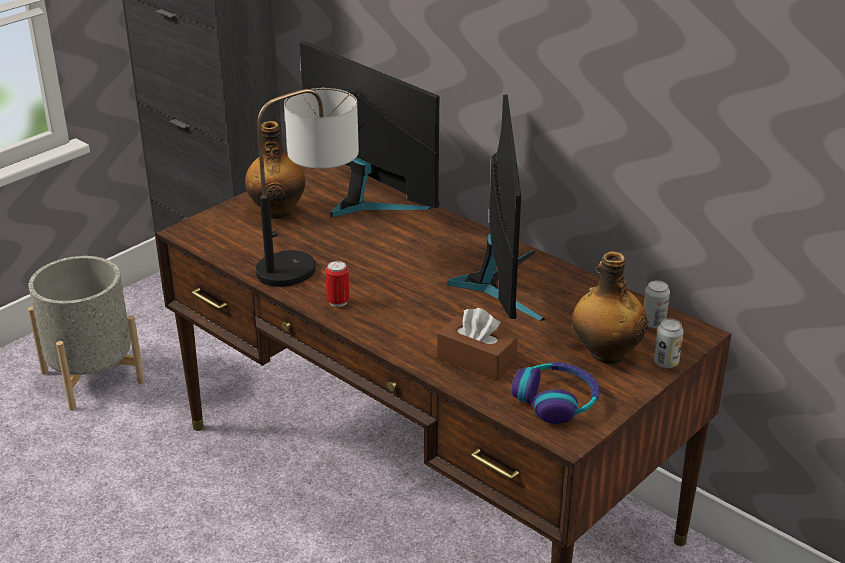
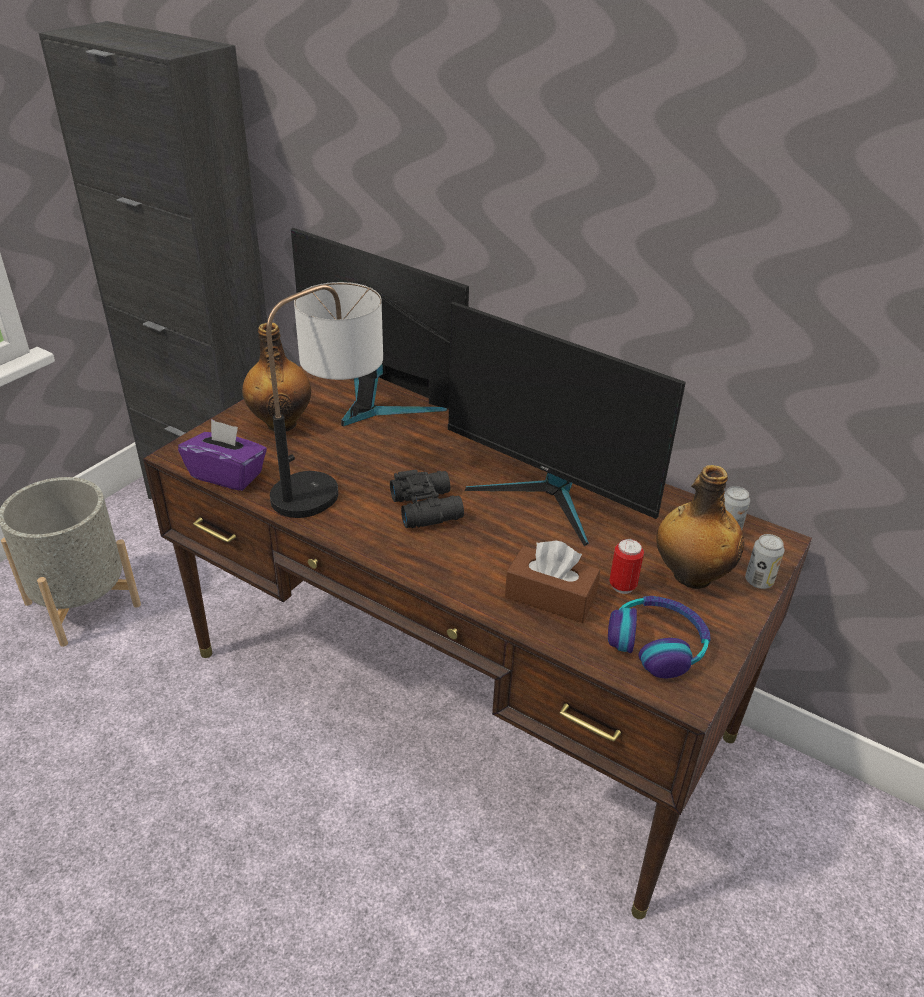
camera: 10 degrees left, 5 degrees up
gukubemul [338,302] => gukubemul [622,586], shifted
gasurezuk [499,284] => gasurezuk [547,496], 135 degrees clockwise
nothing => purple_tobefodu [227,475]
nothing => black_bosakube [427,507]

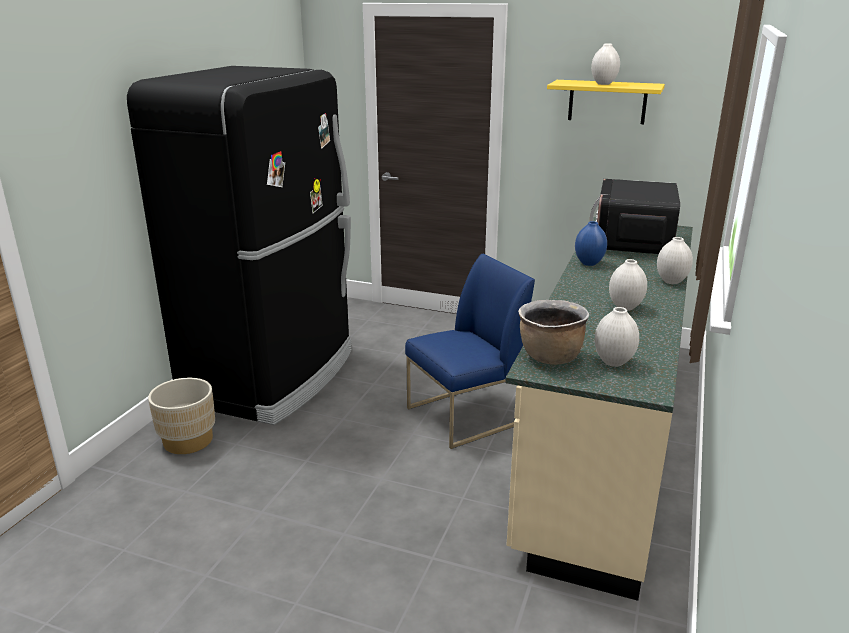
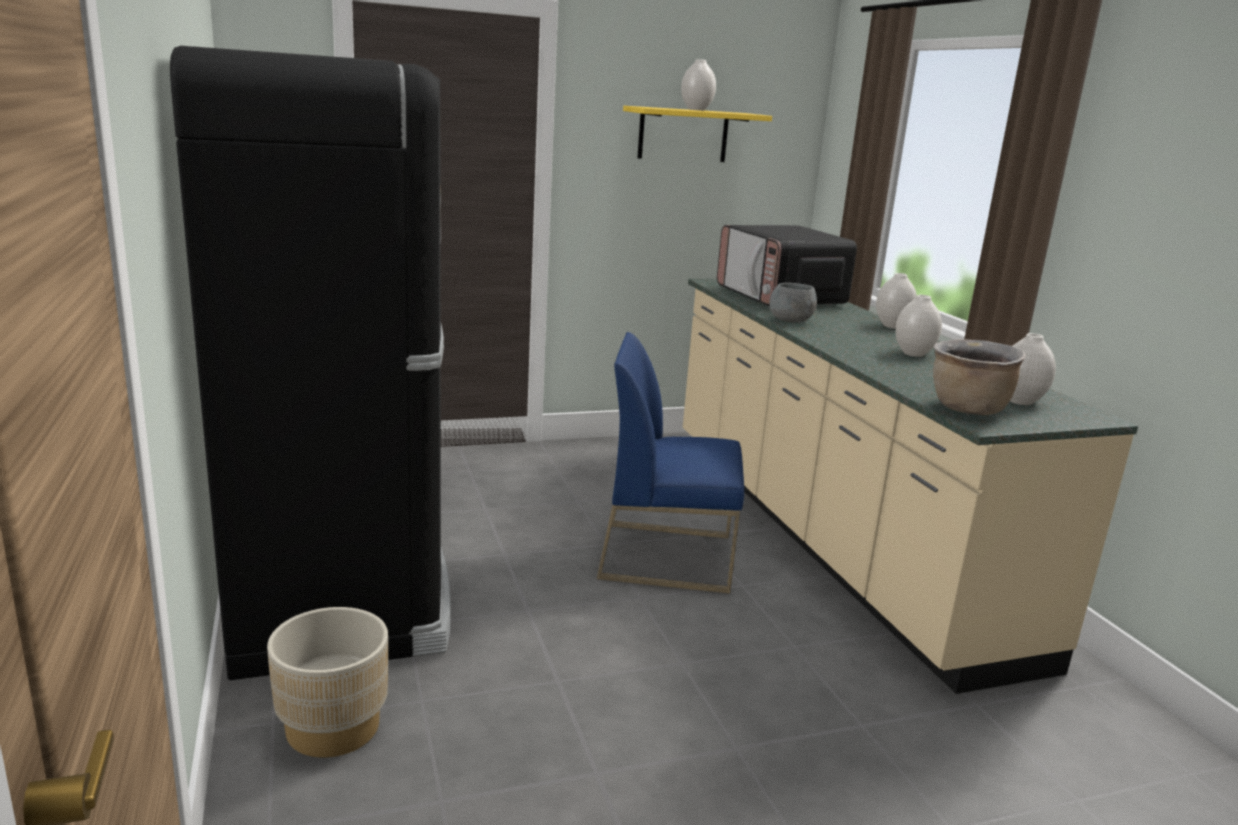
camera: 40 degrees left, 5 degrees down
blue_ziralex [466,415] => blue_ziralex [667,556], 105 degrees counterclockwise
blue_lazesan [589,263] => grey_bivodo [790,321]

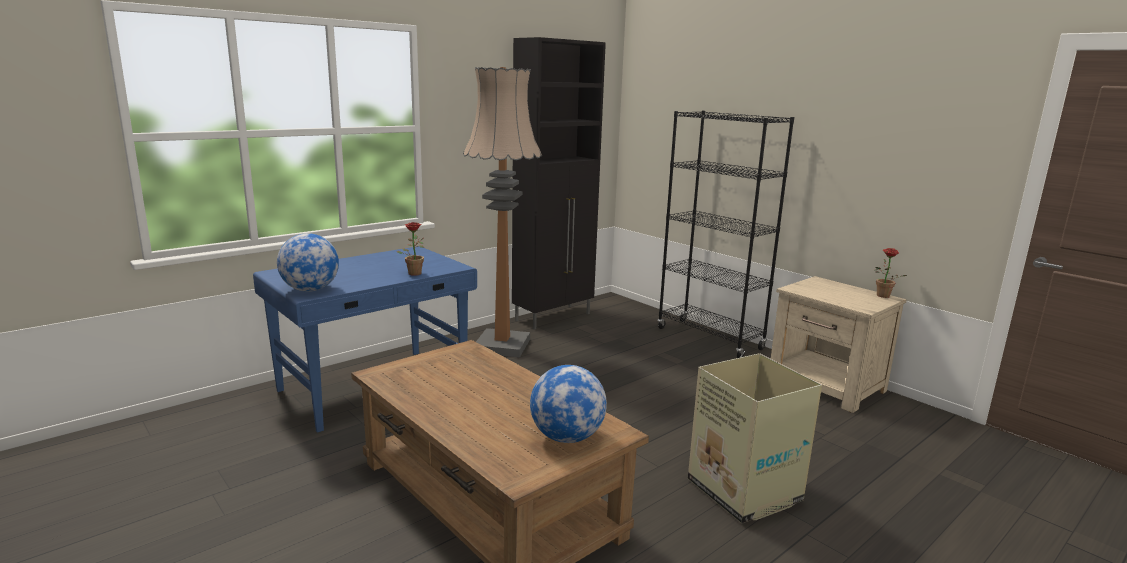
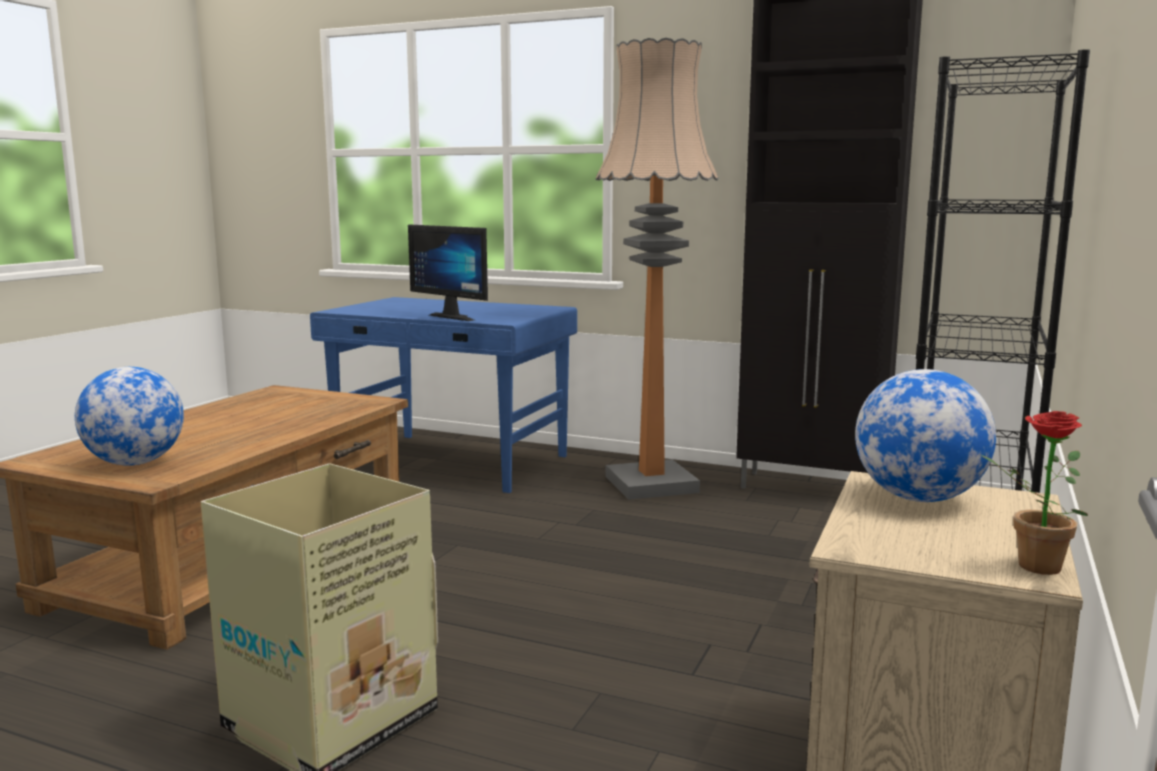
camera: 65 degrees right, 5 degrees down
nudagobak [310,290] => nudagobak [918,498], shifted
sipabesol [414,272] => gasurezuk [457,317]

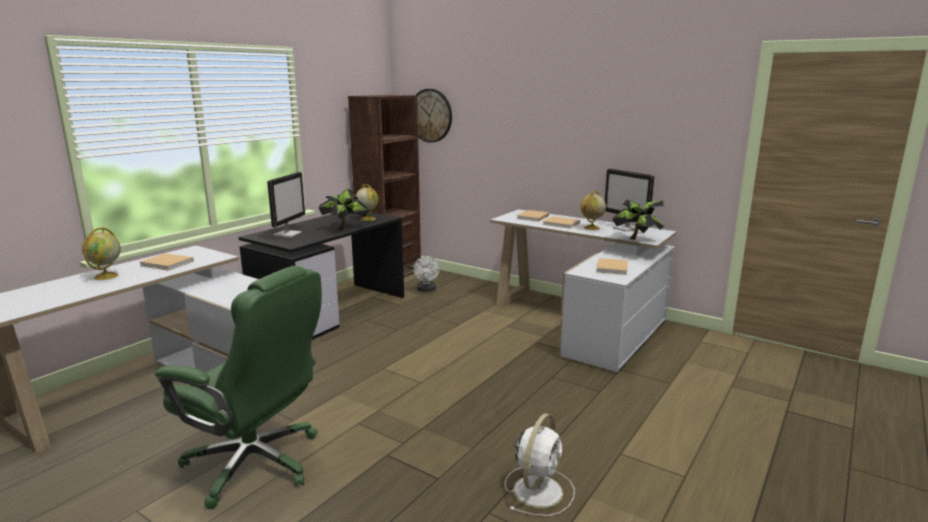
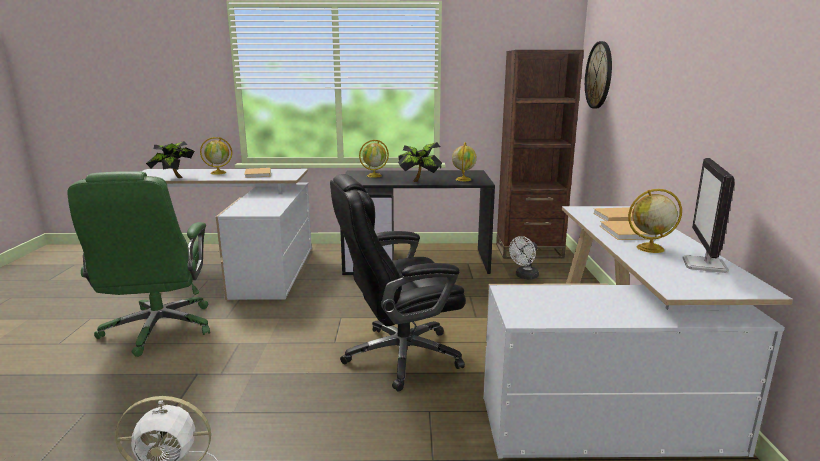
camera: 55 degrees right, 0 degrees up
gasurezuk [288,234] => nudagobak [374,176]
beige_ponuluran [612,267] => nothing
sipabesol [637,240] => sipabesol [175,178], shifted
nothing => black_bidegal [399,356]

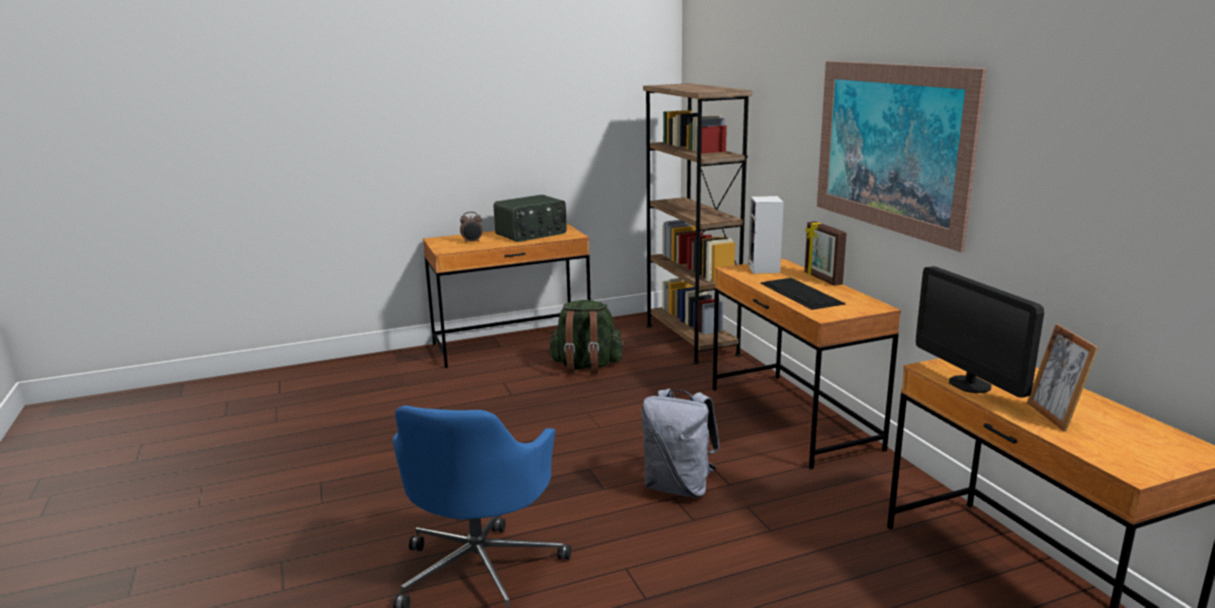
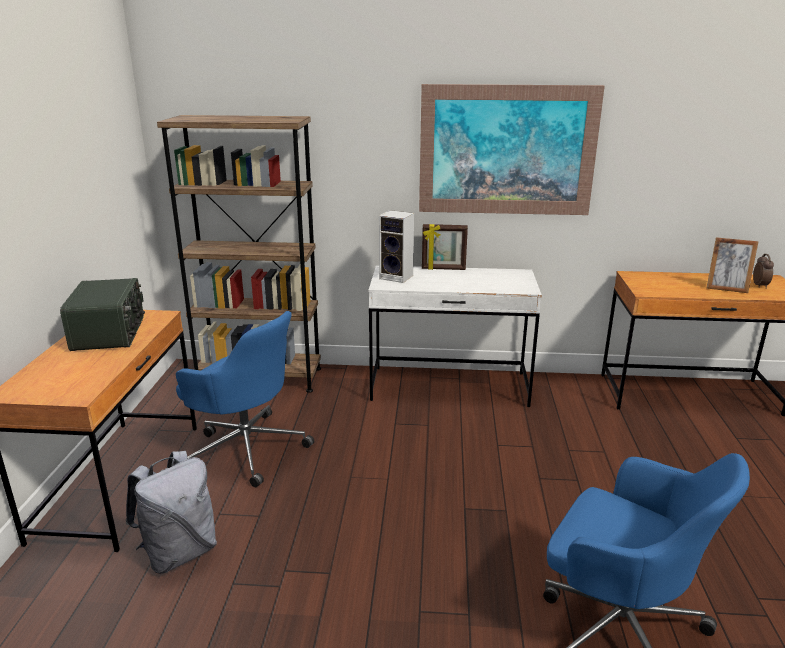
camera: 65 degrees left, 5 degrees up
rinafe [472,242] => rinafe [760,286], shifted
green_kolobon [586,366] => blue_bidegal [246,448]
grey_kolobon [679,487] => grey_kolobon [179,552], shifted
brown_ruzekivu [792,418] => white_ruzekivu [449,386]
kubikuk [802,293] => nothing
gasurezuk [969,384] => nothing

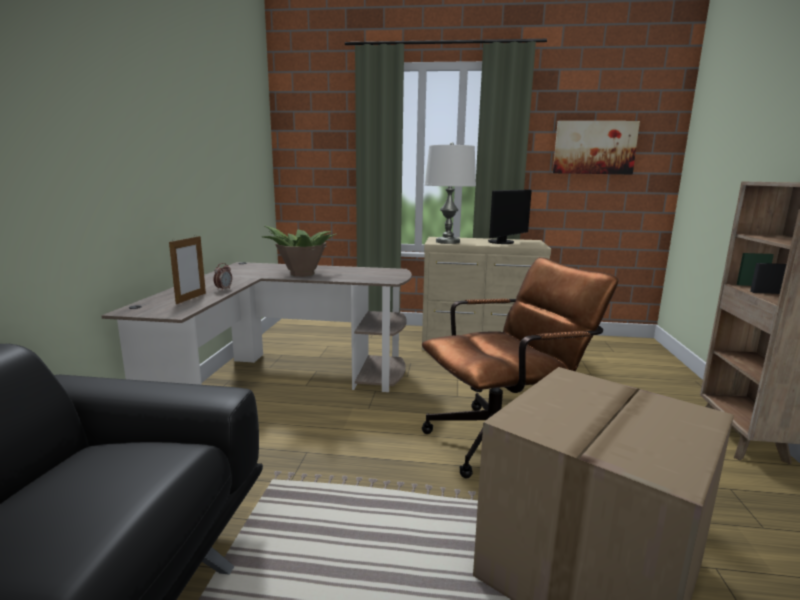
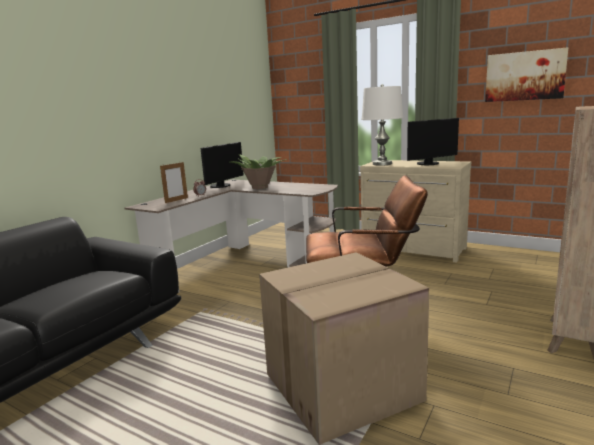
camera: 25 degrees right, 0 degrees up
nothing => gasurezuk [222,186]

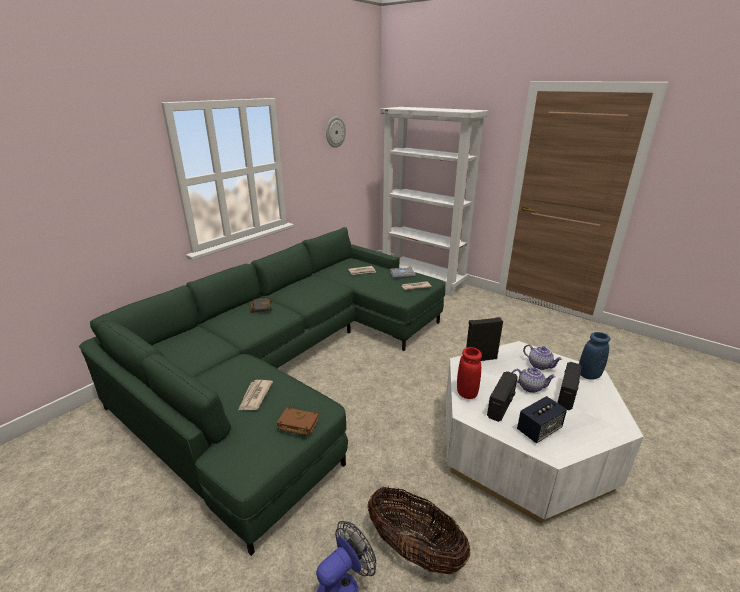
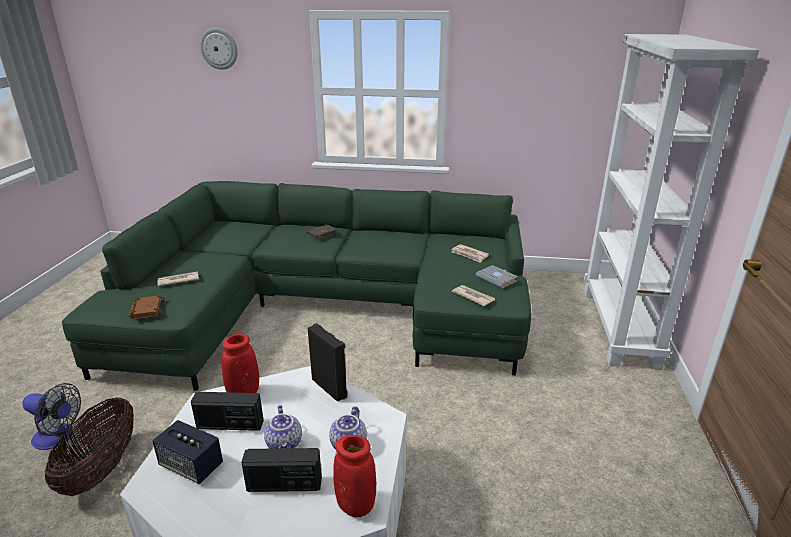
camera: 60 degrees right, 0 degrees up
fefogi [335,132] => fefogi [219,48], shifted
blue_lazesan [588,375] => red_lazesan [356,505]

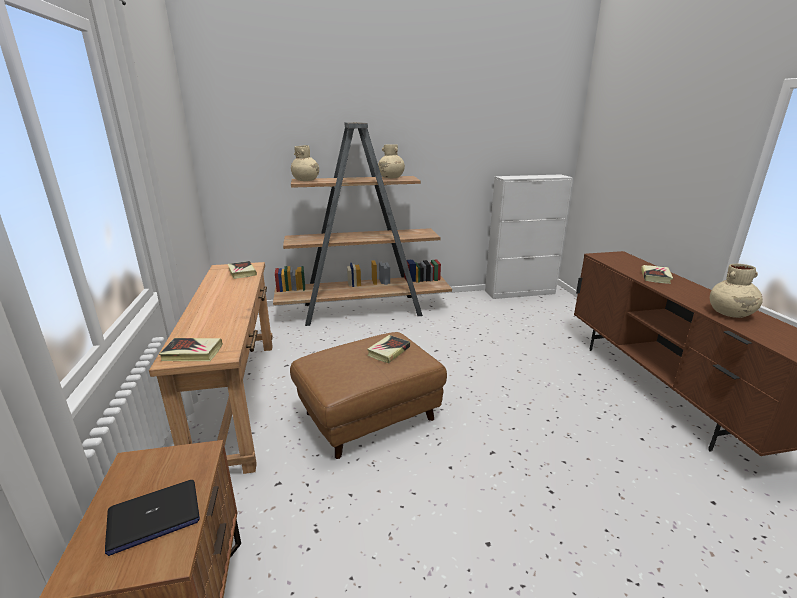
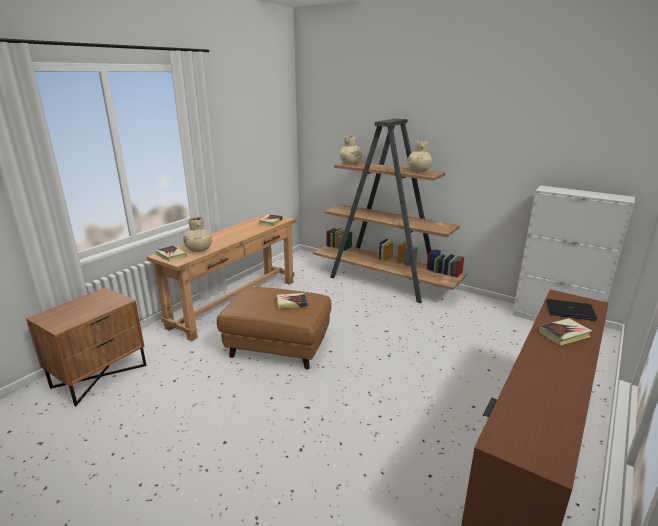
camera: 45 degrees right, 0 degrees up
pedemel [153,517] => pedemel [570,311], shifted
beige_lazesan [730,314] => beige_lazesan [199,250], shifted

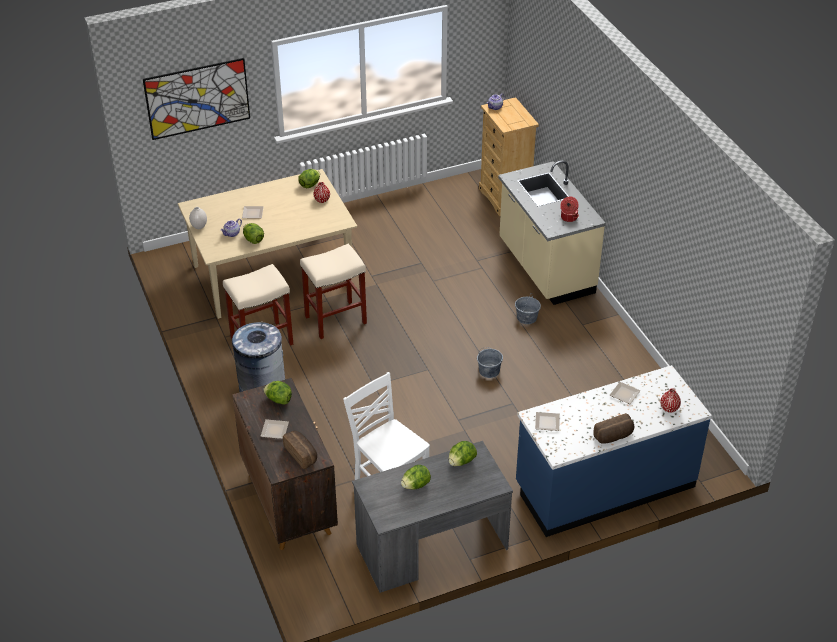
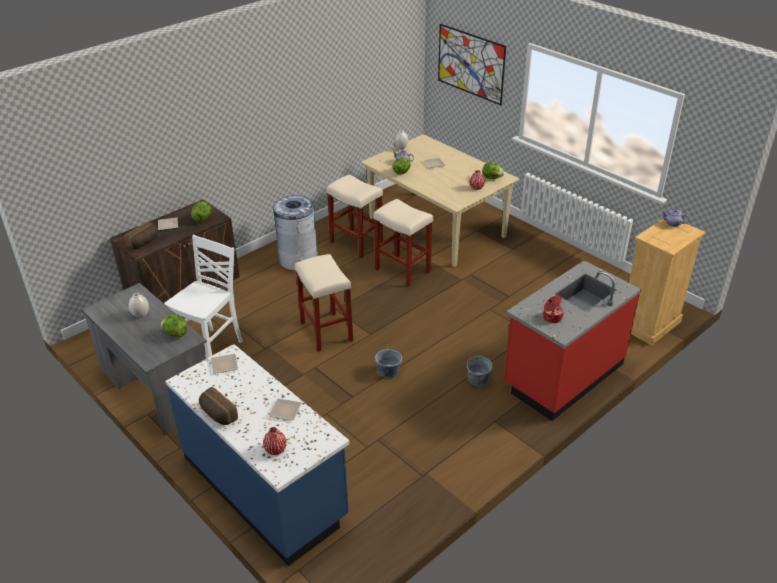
camera: 70 degrees right, 5 degrees down
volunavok [416,485] => white_lazesan [141,315]
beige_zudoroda [545,268] => red_zudoroda [562,375]
nothing => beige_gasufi [325,331]

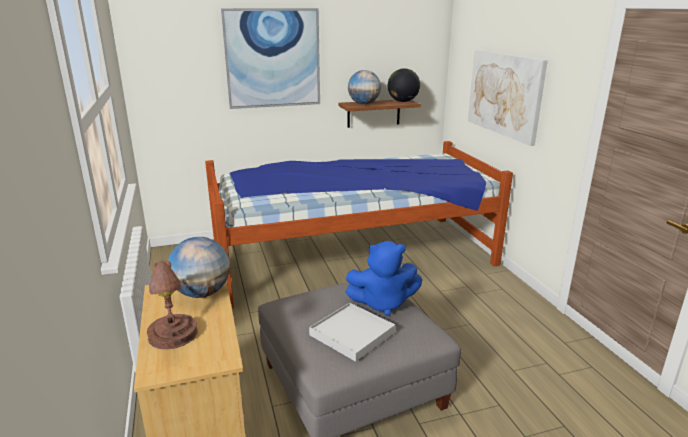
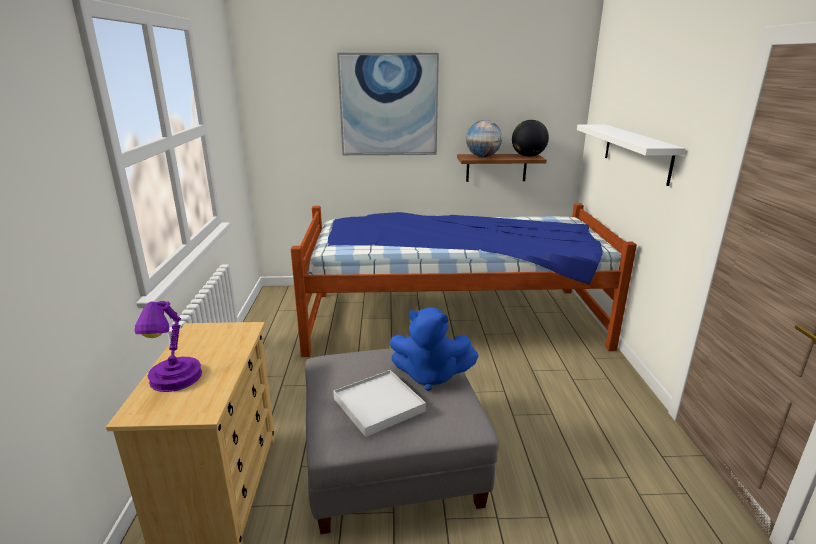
camera: 15 degrees right, 0 degrees up
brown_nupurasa [173,337] => purple_nupurasa [175,380]
nudagobak [202,293] => nothing
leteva [504,94] => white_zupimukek [636,152]

